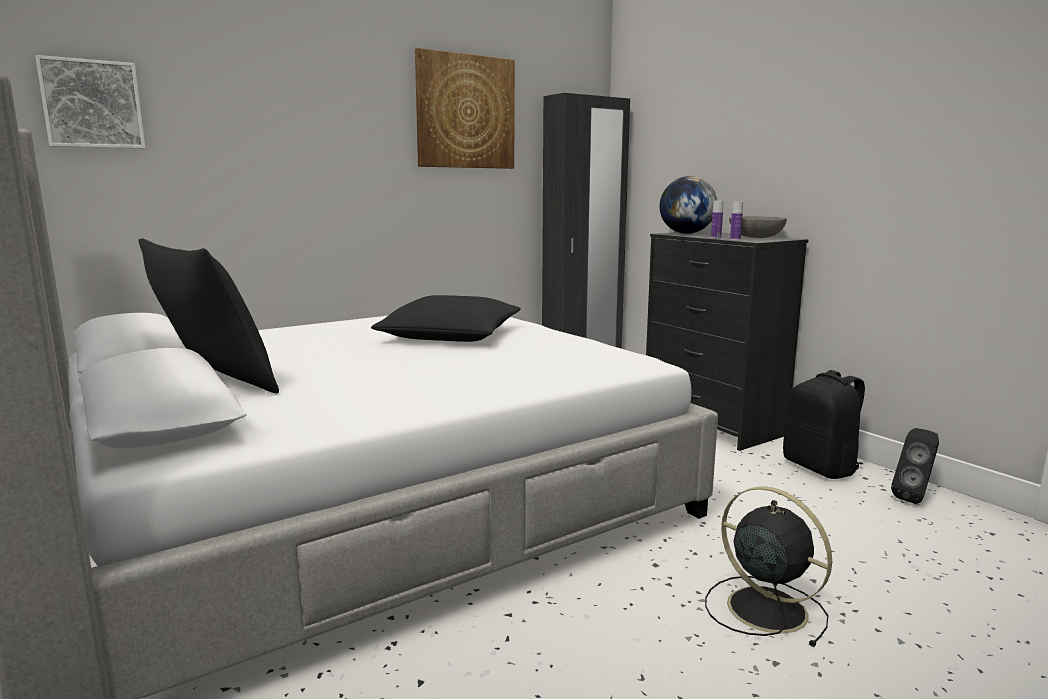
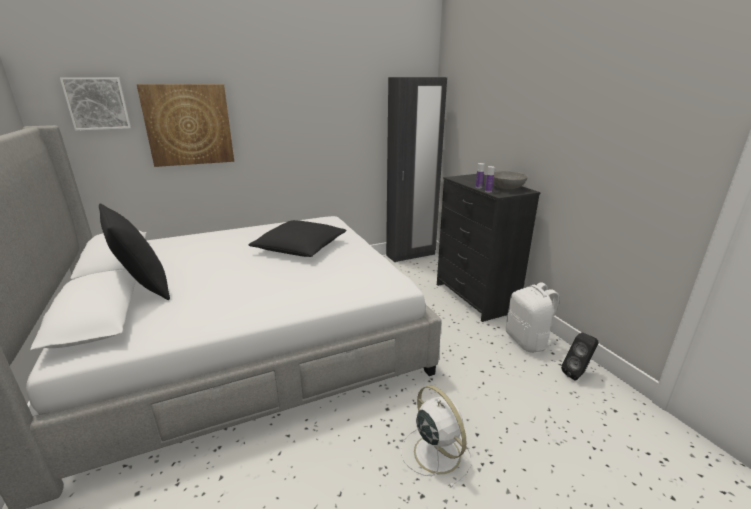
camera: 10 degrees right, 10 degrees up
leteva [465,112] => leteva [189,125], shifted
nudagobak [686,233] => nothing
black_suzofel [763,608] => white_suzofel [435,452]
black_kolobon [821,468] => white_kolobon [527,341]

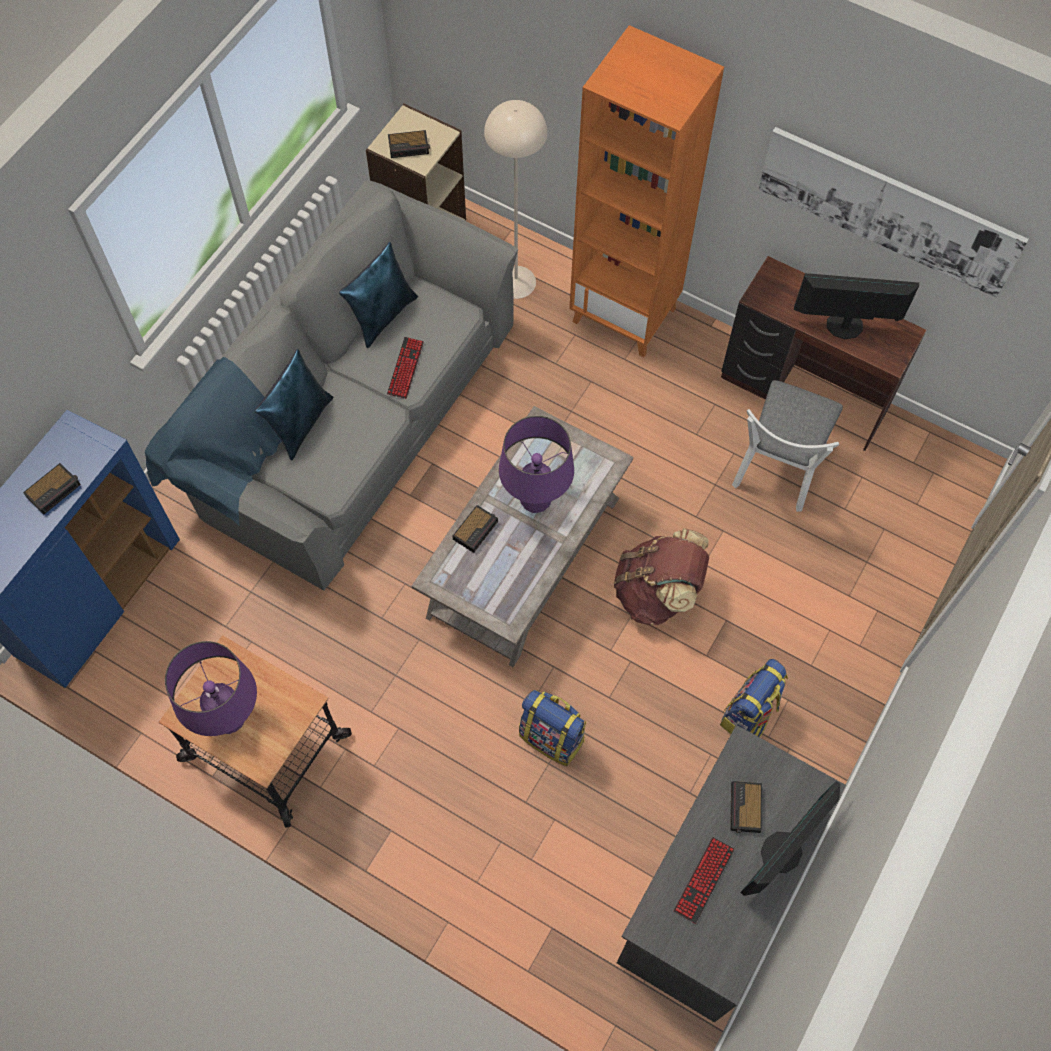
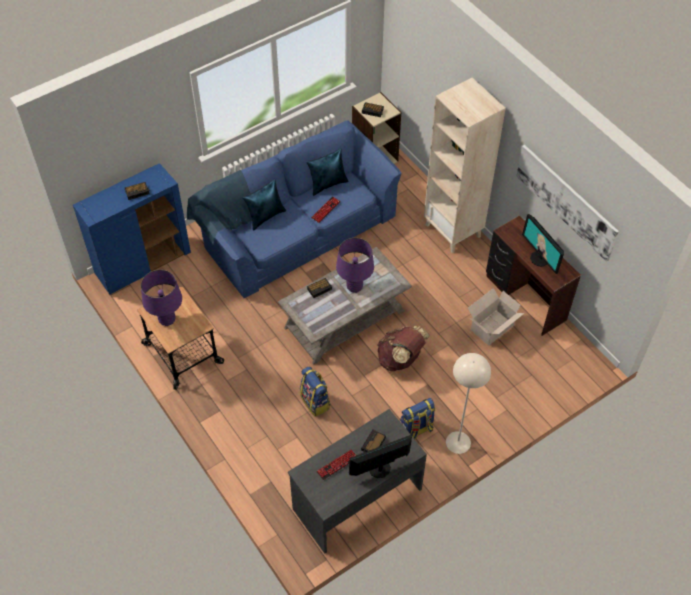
camera: 25 degrees right, 10 degrees down
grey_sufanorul [349,415] => blue_sufanorul [296,228]
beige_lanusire [516,282] => beige_lanusire [458,442], shifted
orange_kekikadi [625,315] => beige_kekikadi [453,231]
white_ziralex [777,471] => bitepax [491,328]
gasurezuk [844,326] => gasurezuk [539,258], 150 degrees counterclockwise

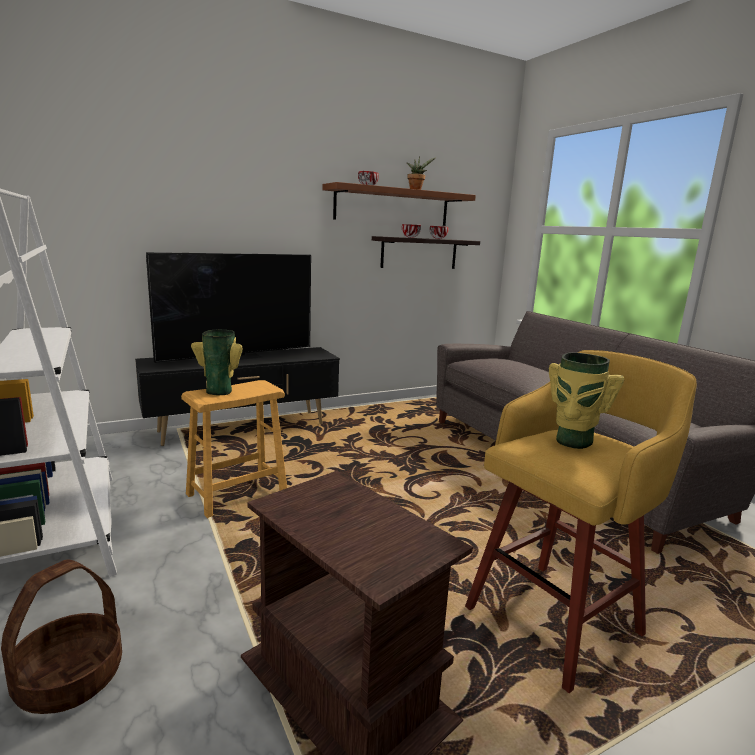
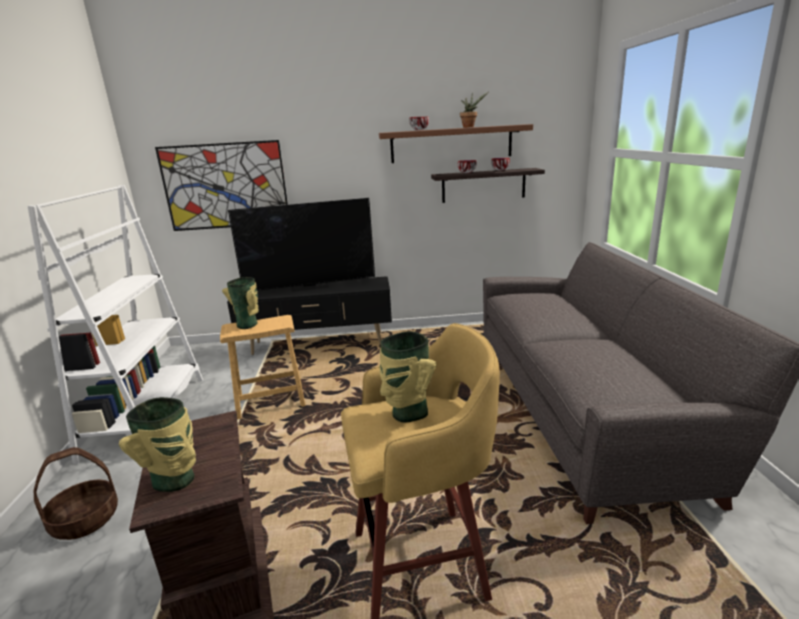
camera: 25 degrees right, 5 degrees up
nothing => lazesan [176,481]
nothing => leteva [225,186]

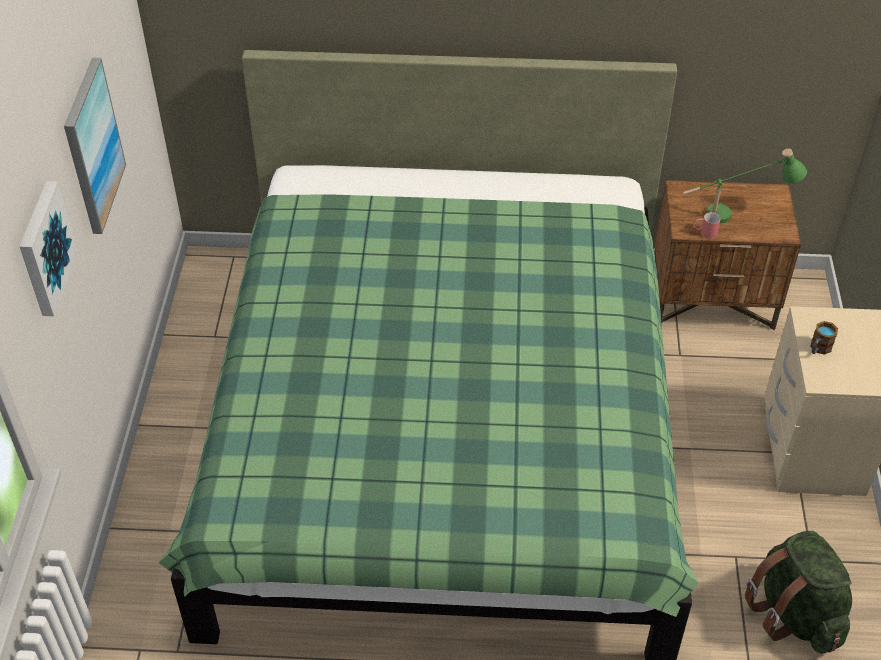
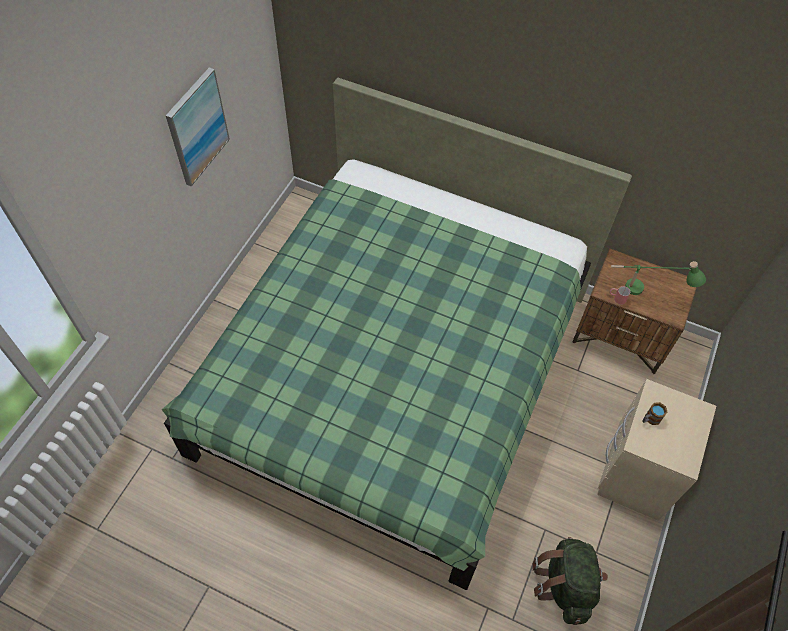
camera: 20 degrees right, 10 degrees up
leteva [44,248] => nothing

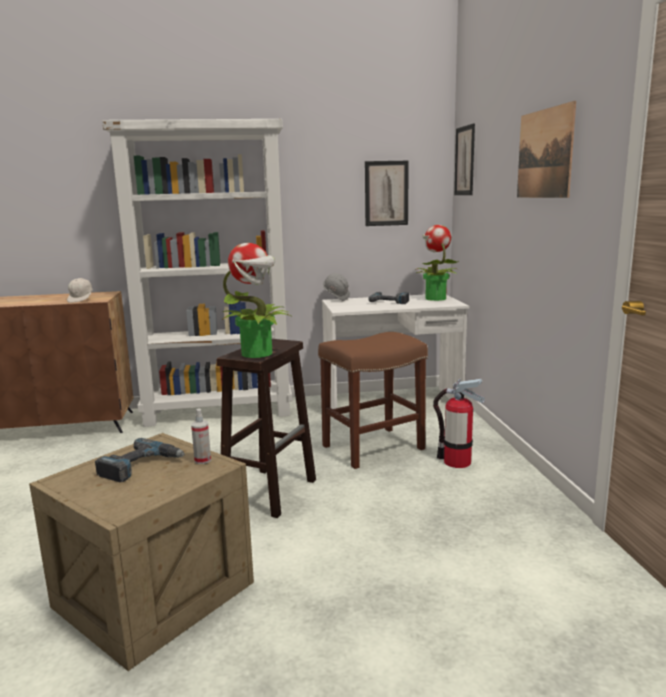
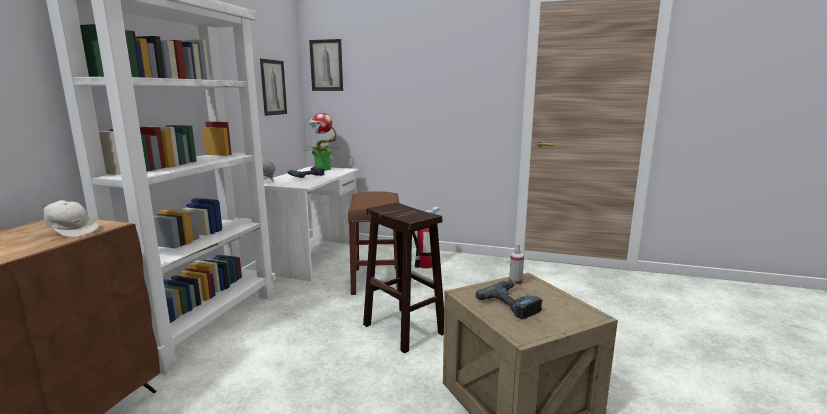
camera: 65 degrees left, 0 degrees up
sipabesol [258,353] => nothing
leteva [544,154] => nothing

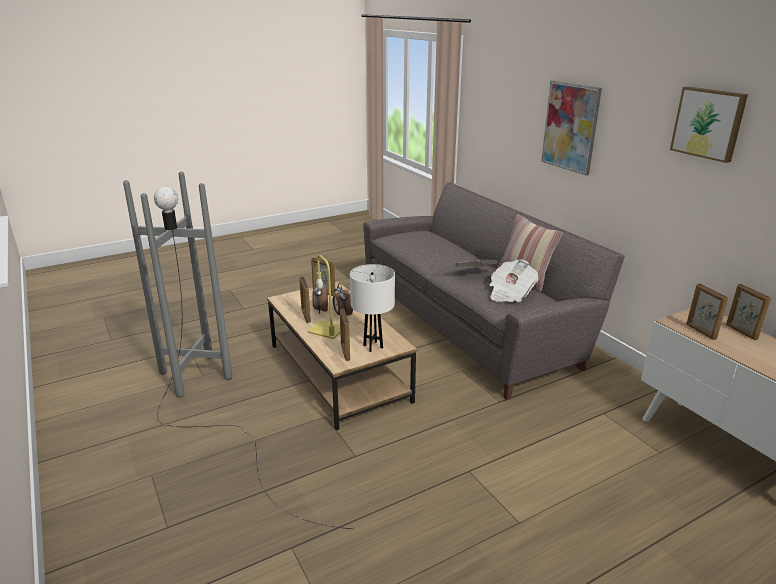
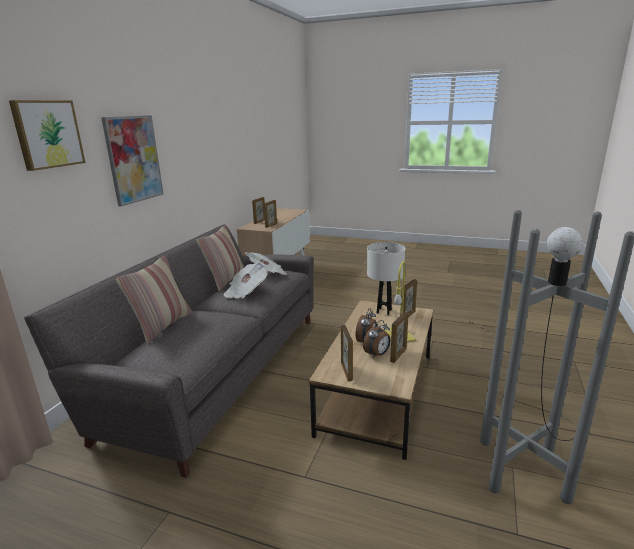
camera: 130 degrees left, 5 degrees down
leteva [708,123] => leteva [47,134], shifted
nothing => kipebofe [162,326]

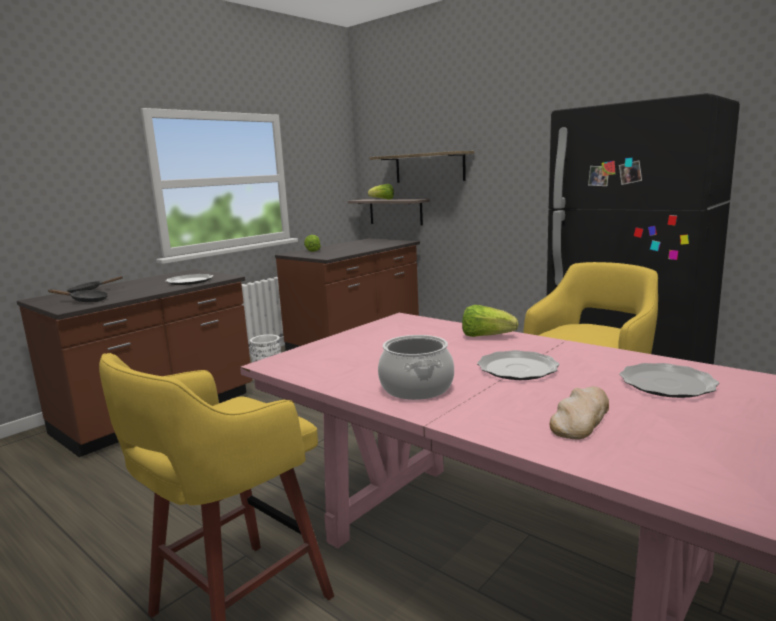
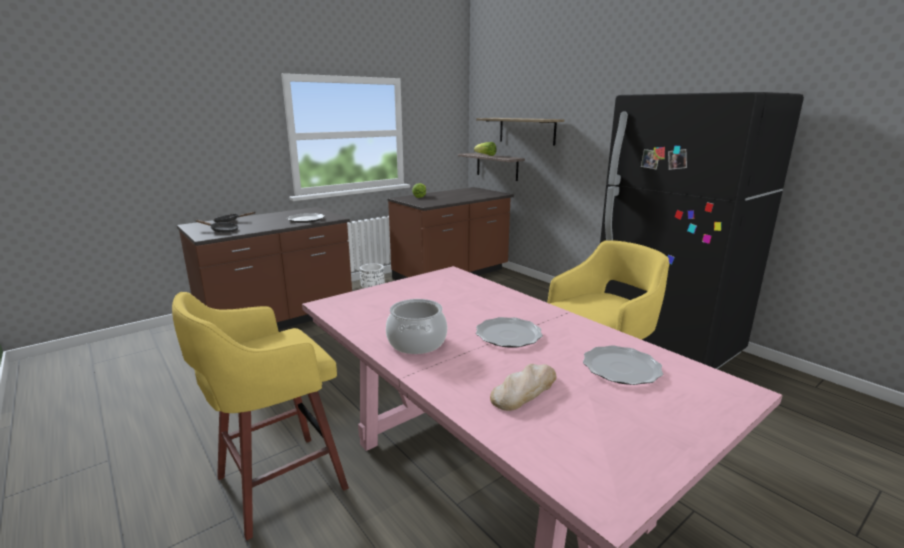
camera: 10 degrees right, 5 degrees up
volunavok [486,336] => nothing

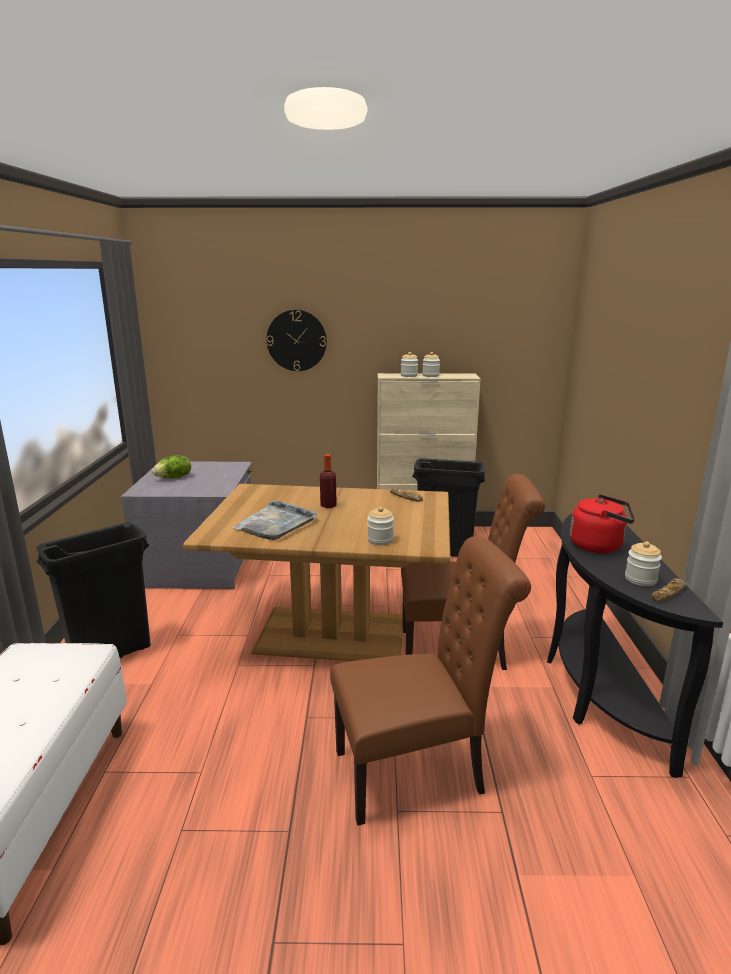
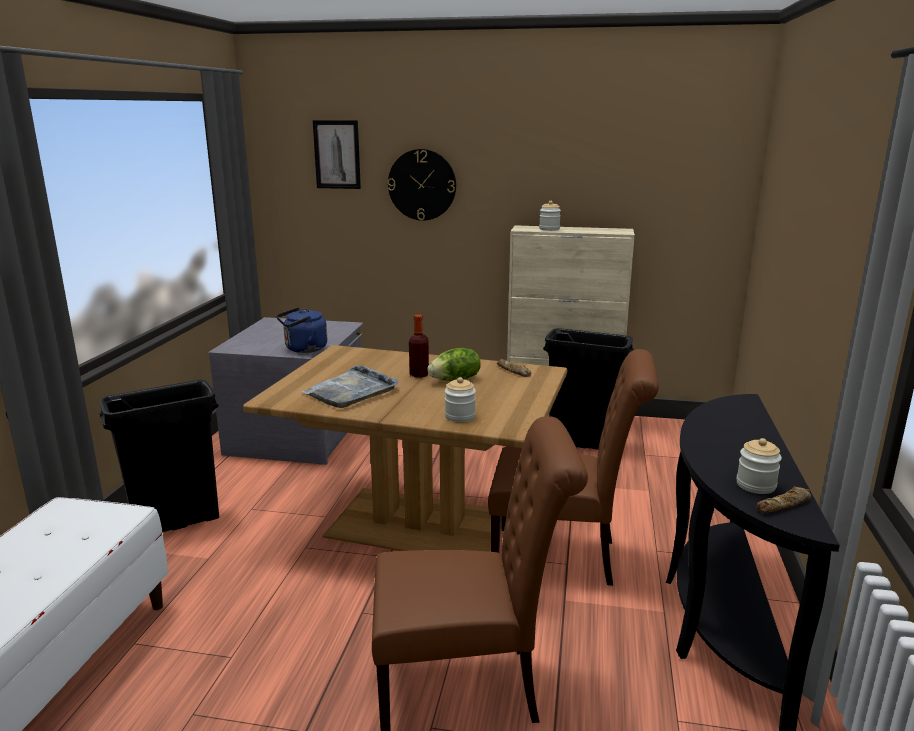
camera: 10 degrees right, 0 degrees up
volunavok [174,478] => volunavok [455,380], shifted
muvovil [430,375] => nothing
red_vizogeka [599,546] => nothing
nothing => blue_vizogeka [303,349]
nothing => leteva [337,154]

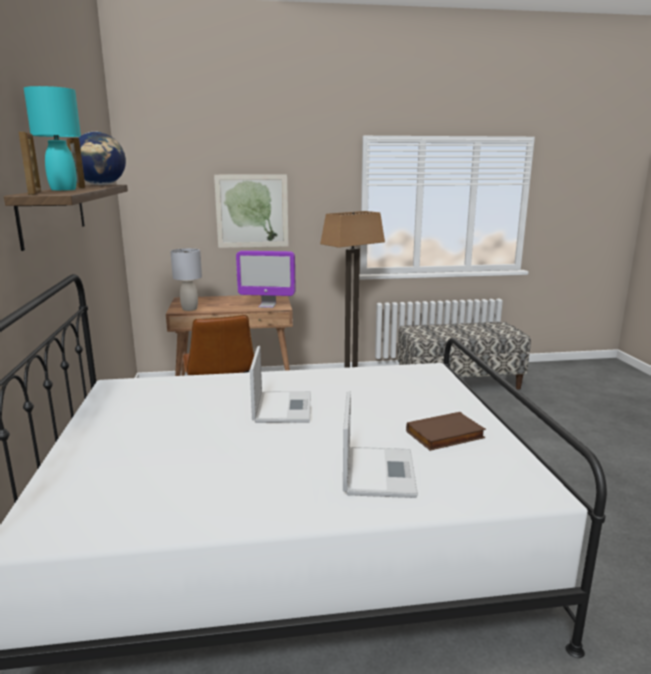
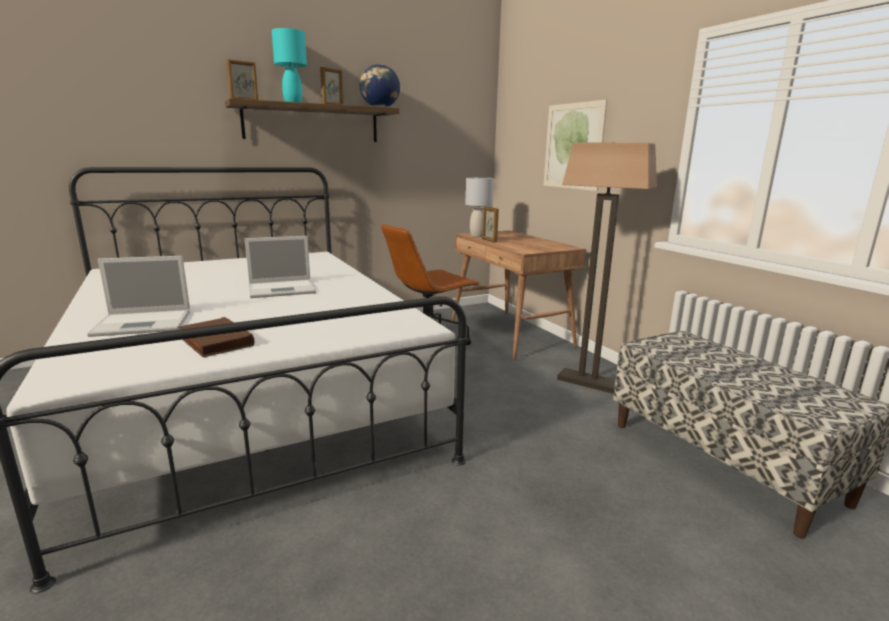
camera: 70 degrees right, 0 degrees up
gasurezuk [267,305] => nothing
nothing => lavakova [489,240]

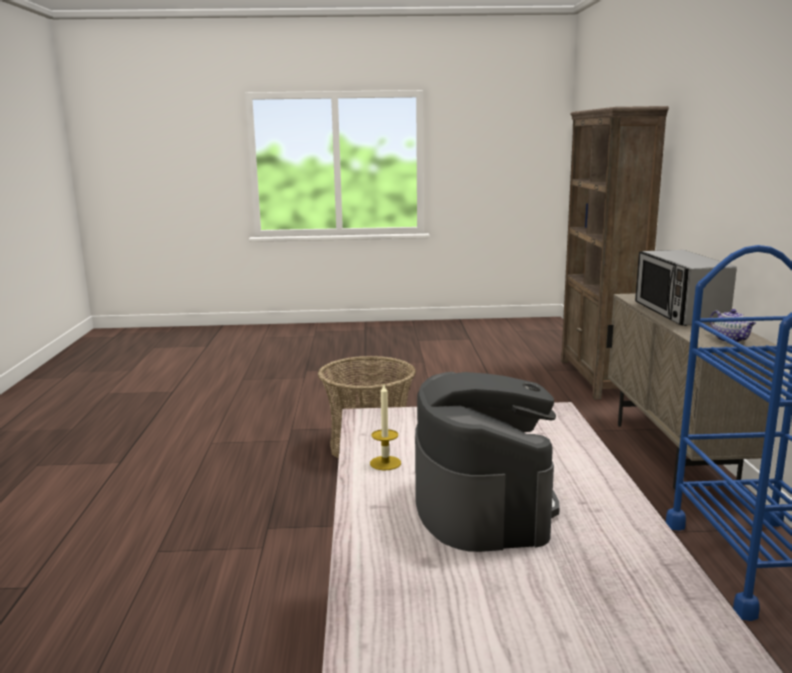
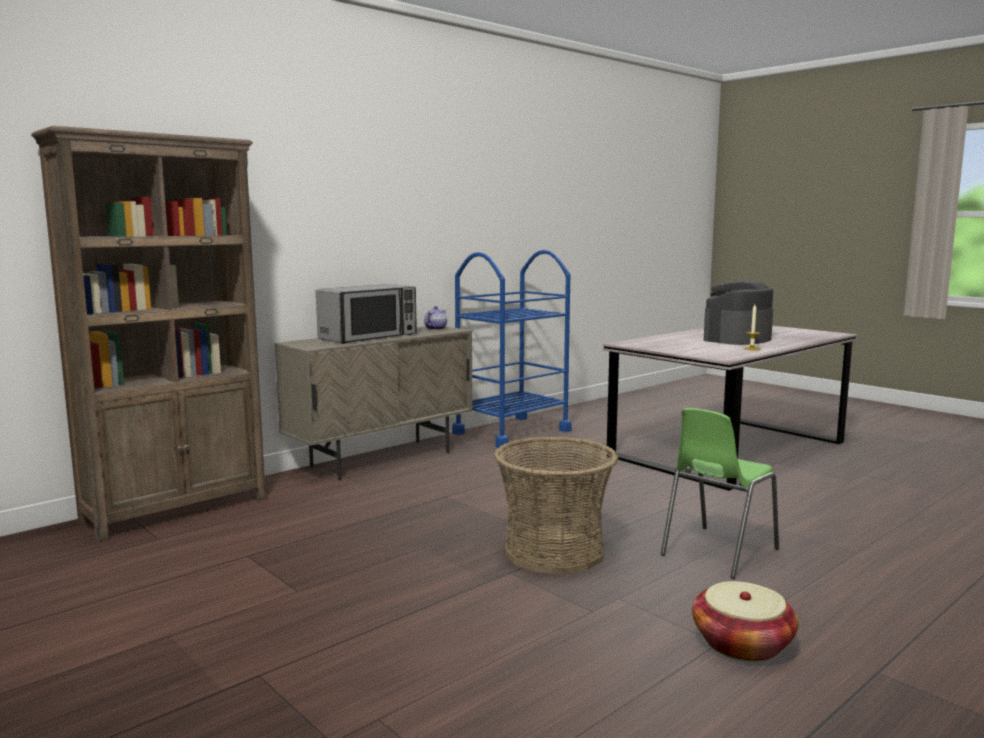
camera: 130 degrees left, 5 degrees down
nothing => green_ziralex [717,552]
nothing => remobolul [742,644]

